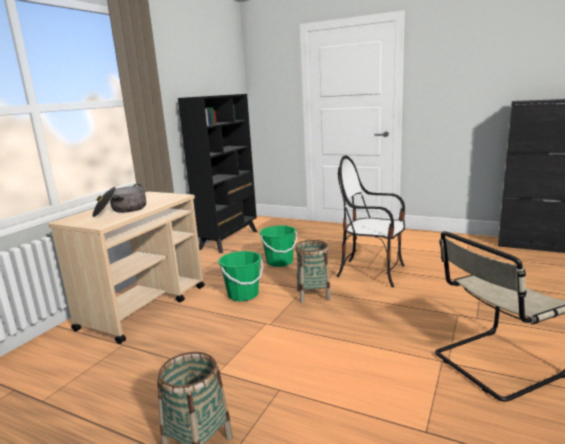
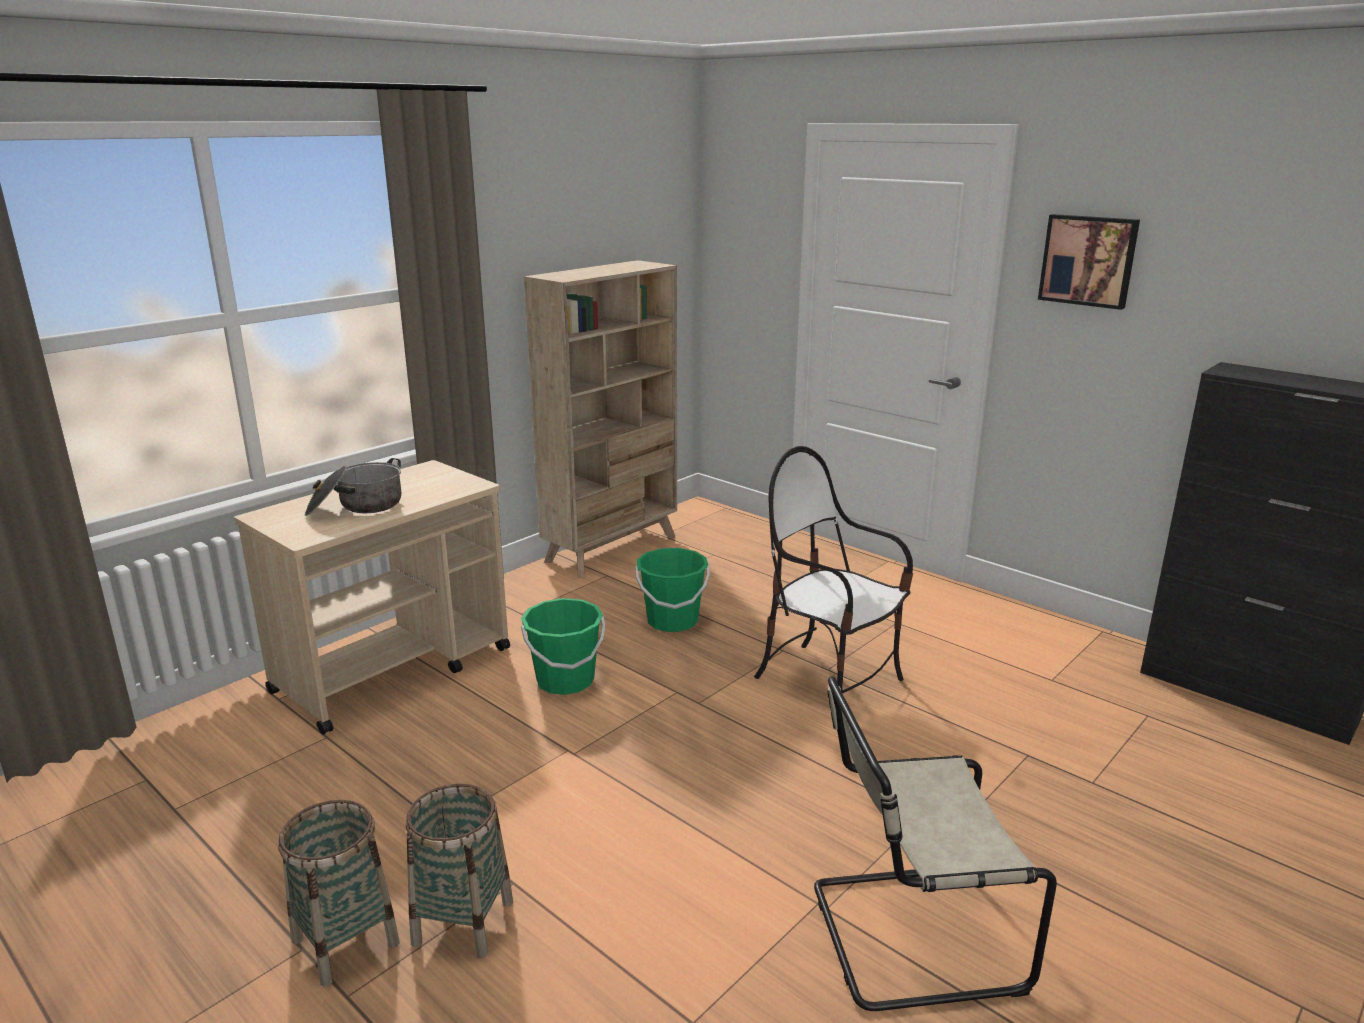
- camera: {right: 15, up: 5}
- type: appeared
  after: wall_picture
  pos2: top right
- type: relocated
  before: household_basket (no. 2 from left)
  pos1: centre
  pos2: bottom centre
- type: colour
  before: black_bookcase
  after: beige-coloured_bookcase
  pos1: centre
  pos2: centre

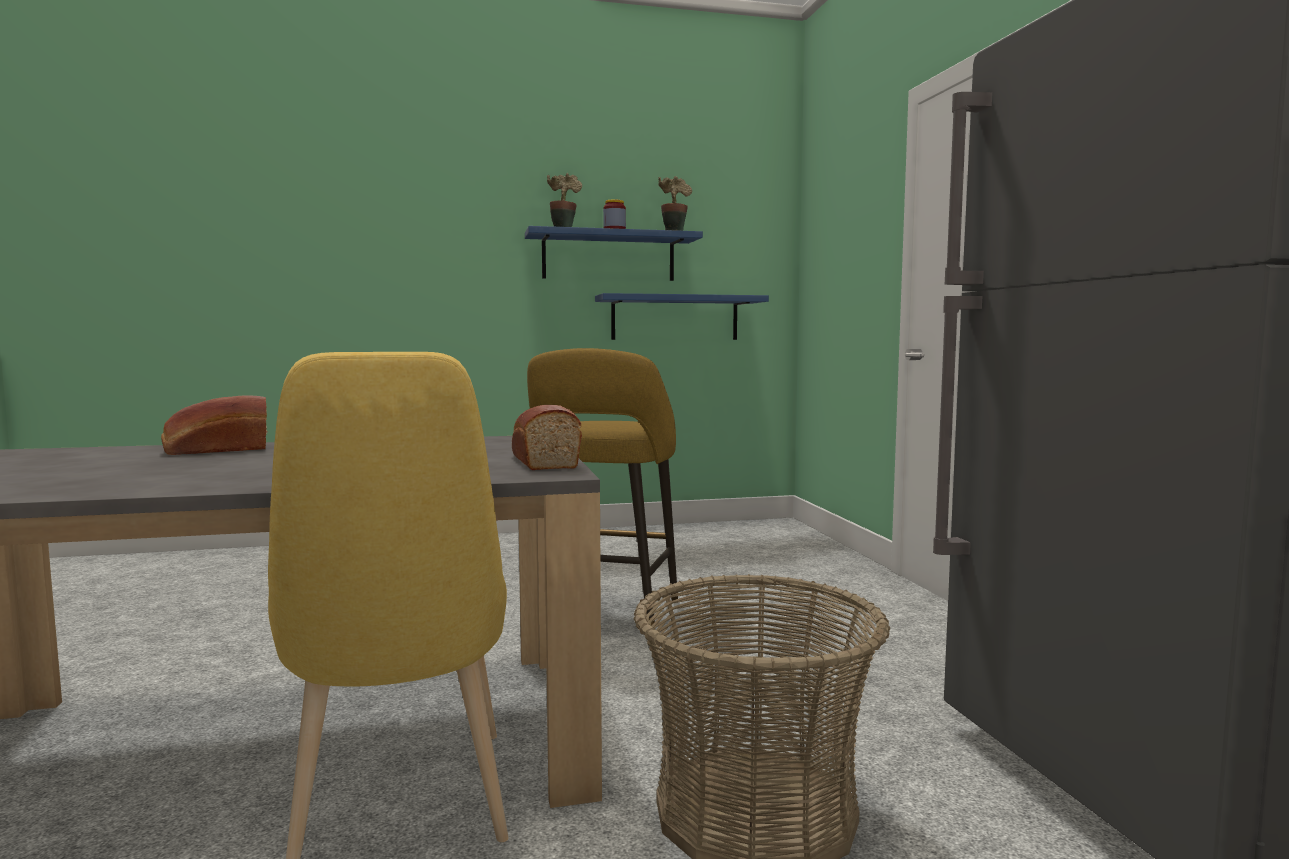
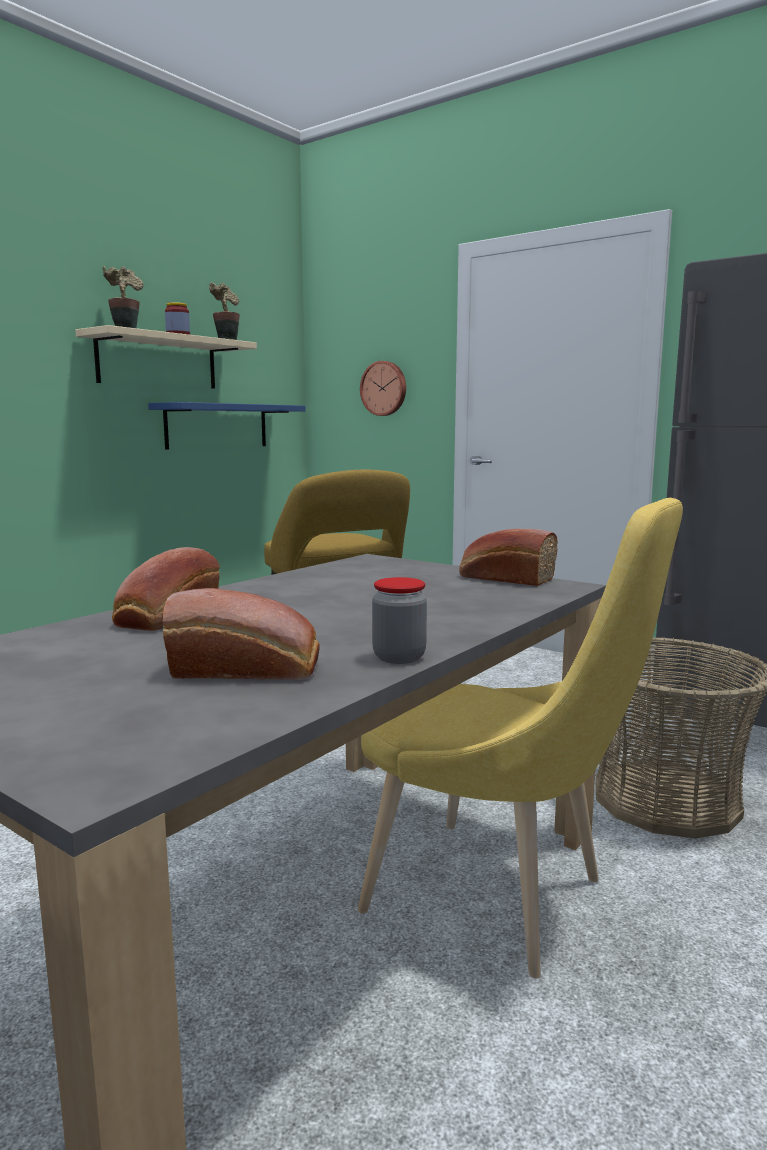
- camera: {right: -40, up: 5}
- type: appeared
  after: baked_bread (no. 2 from left)
  pos2: middle left
- type: appeared
  after: hanging_clock
  pos2: centre
- type: appeared
  after: jar (no. 2 from left)
  pos2: centre
- type: colour
  before: blue-coloured_bracket_shelf (no. 1 from left)
  after: beige-coloured_bracket_shelf
  pos1: top centre
  pos2: top left

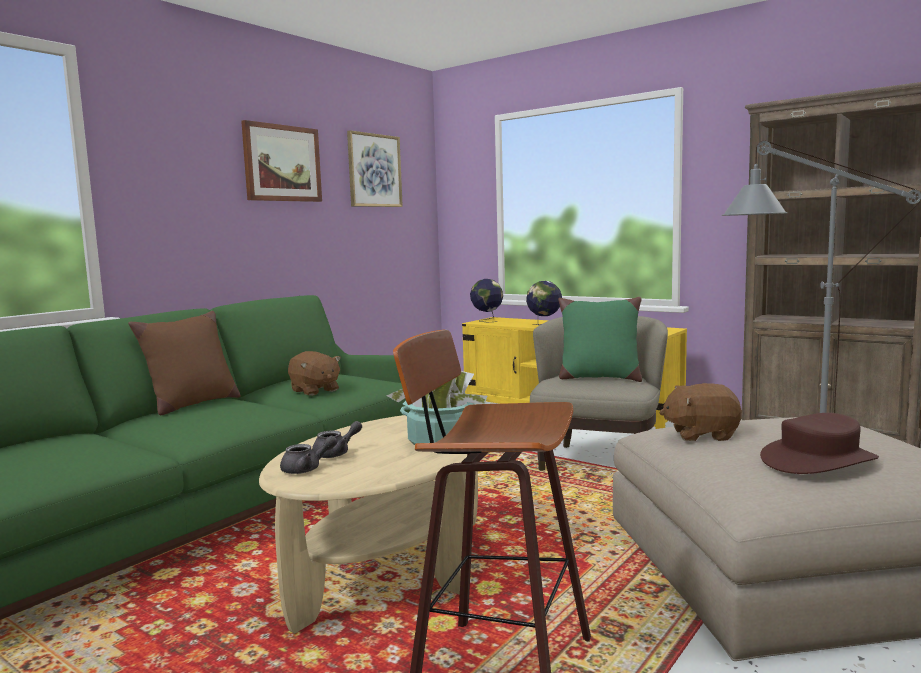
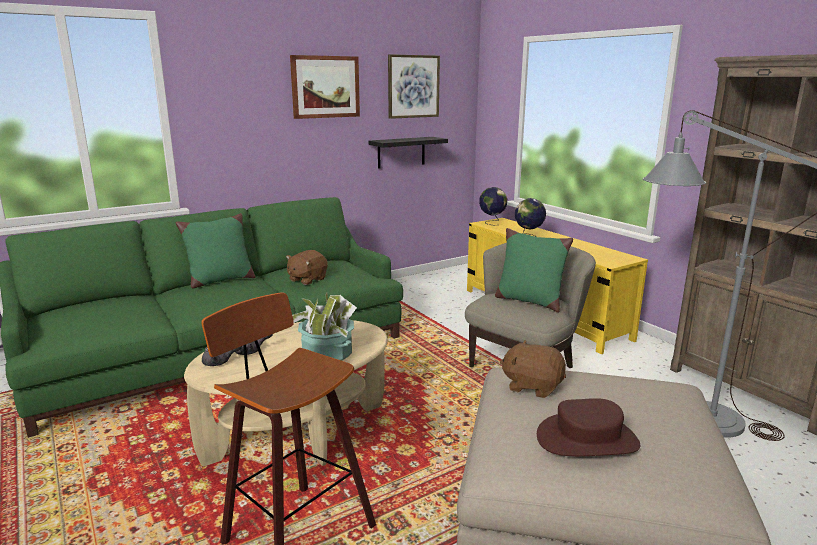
- camera: {right: 20, up: 10}
- type: appeared
  after: black_bracket_shelf
  pos2: top centre
- type: colour
  before: brown_throw_pillow
  after: green-coloured_throw_pillow (no. 1 from left)
  pos1: middle left
  pos2: middle left
- type: spun
  before: brown_cuddly_toy (no. 1 from left)
  pos1: centre
  pos2: centre
  turn: 60

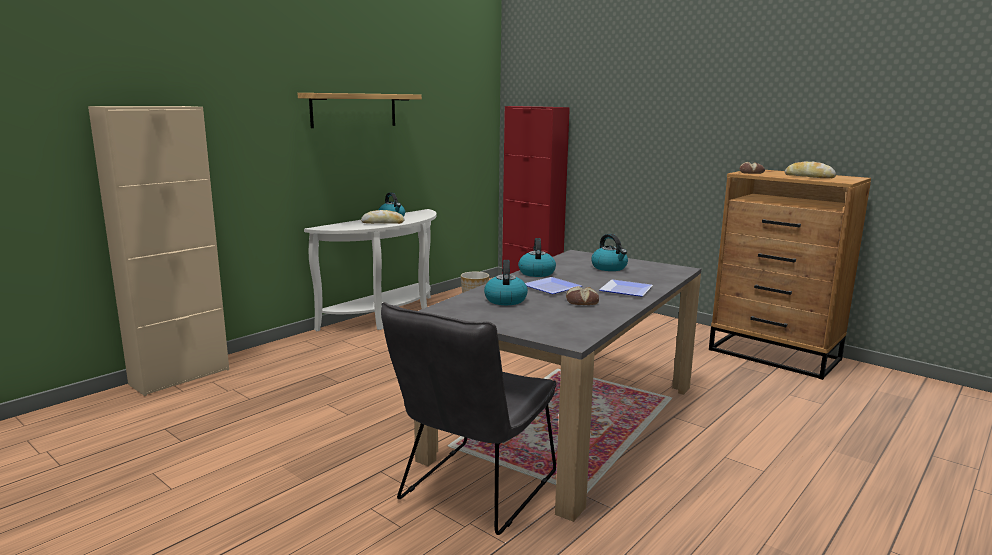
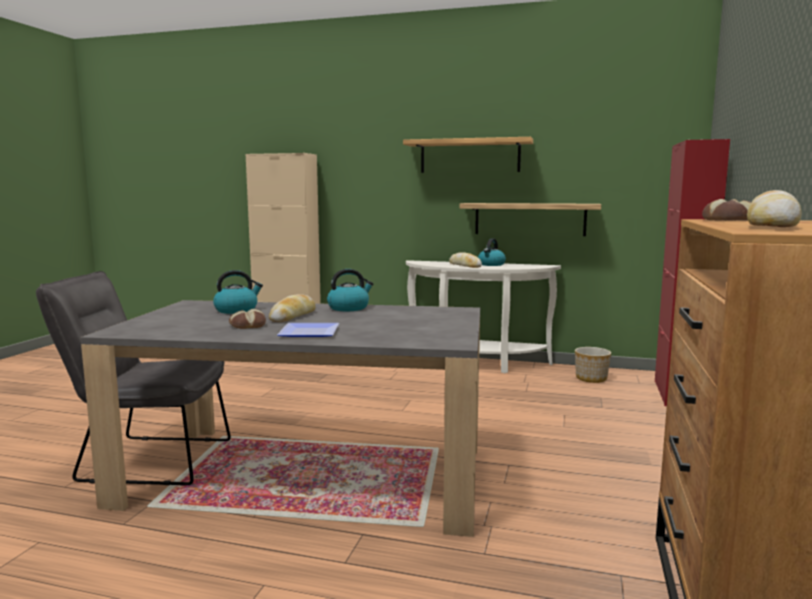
- camera: {right: 65, up: -5}
- type: missing
  before: tea_kettle (no. 4 from left)
  pos1: centre
- type: appeared
  after: bracket_shelf (no. 2 from left)
  pos2: centre
- type: exchanged
  before: dinner_plate (no. 1 from left)
  after: baked_bread (no. 2 from left)
  pos1: centre
  pos2: centre

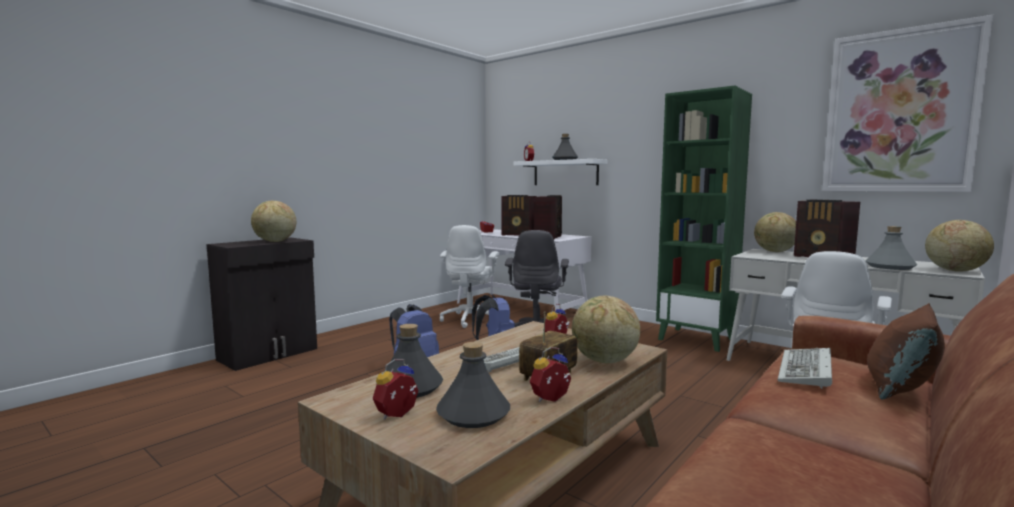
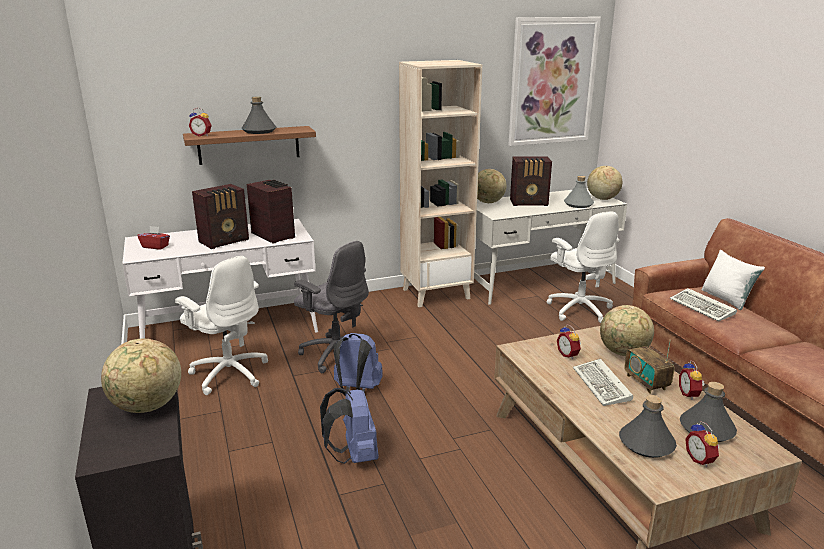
- camera: {right: -60, up: 15}
- type: colour
  before: white_bracket_shelf
  after: brown_bracket_shelf
  pos1: centre
  pos2: top left
- type: colour
  before: green-coloured_bookcase
  after: beige-coloured_bookcase
  pos1: middle right
  pos2: centre
- type: colour
  before: brown_throw_pillow
  after: white_throw_pillow
  pos1: bottom right
  pos2: middle right

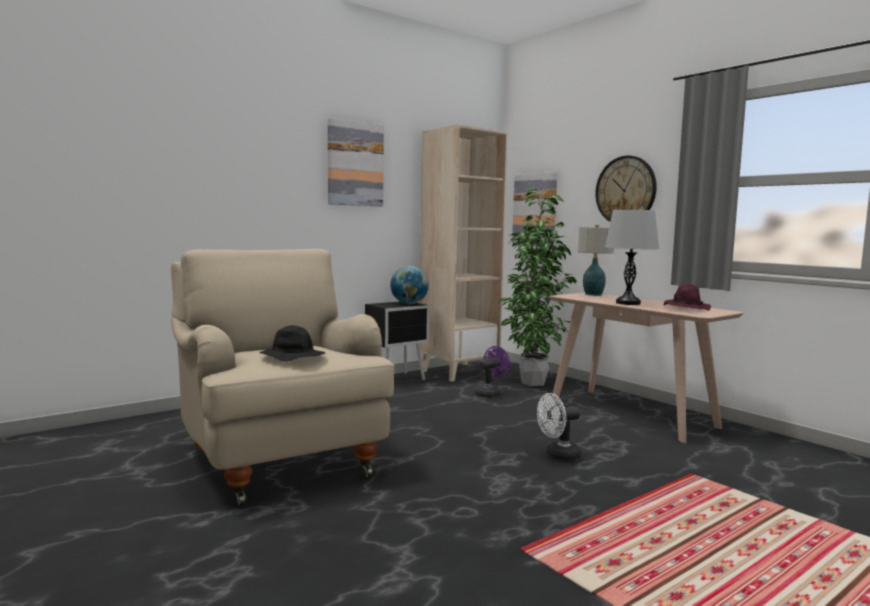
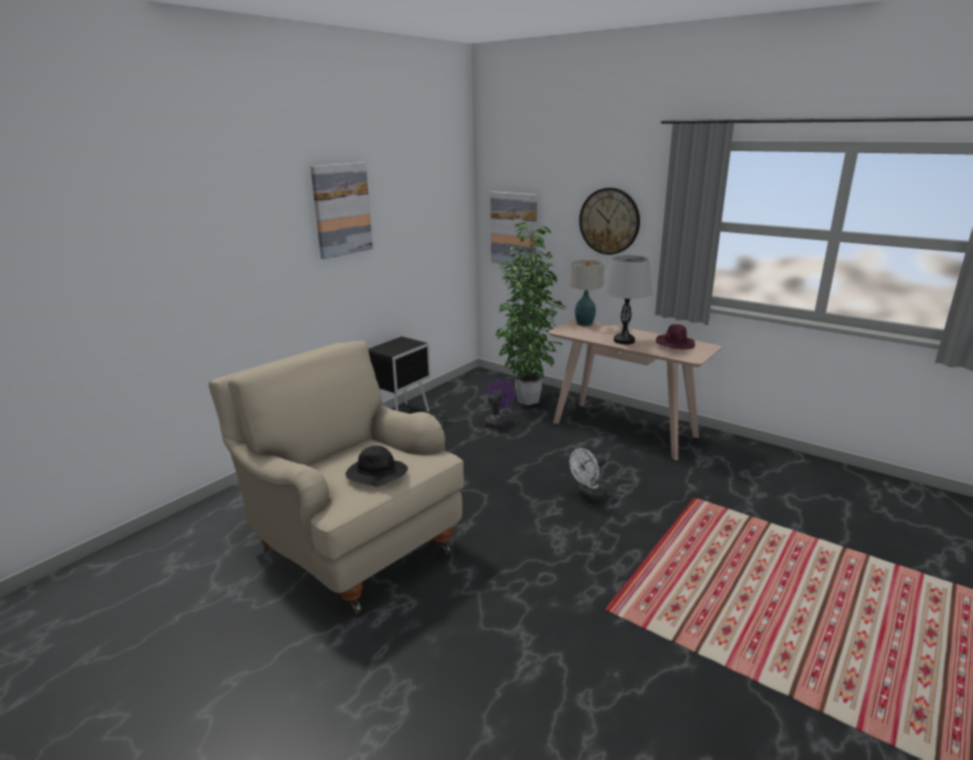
- camera: {right: -15, up: 15}
- type: missing
  before: desk_globe
  pos1: centre
- type: missing
  before: beige-coloured_bookcase
  pos1: centre

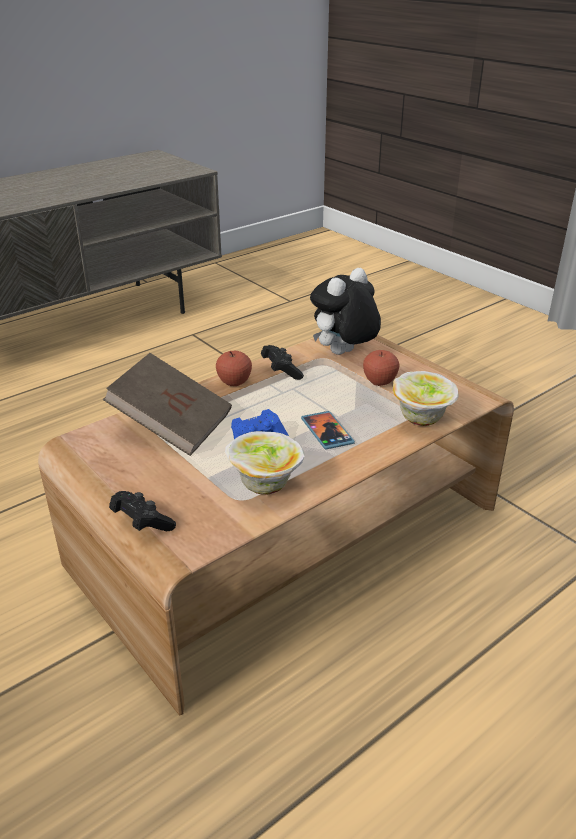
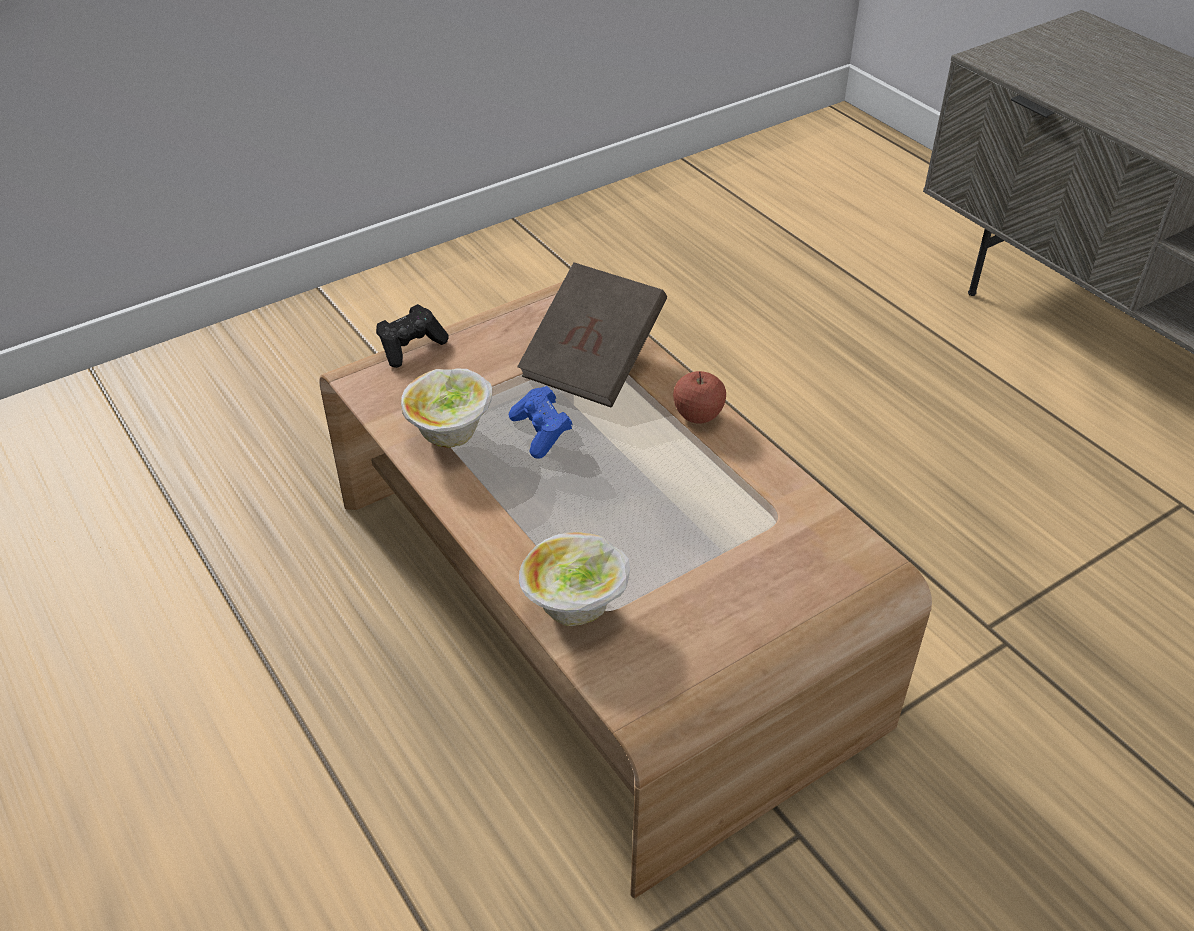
- camera: {right: 95, up: 10}
- type: missing
  before: black_game_controller (no. 2 from left)
  pos1: centre
- type: missing
  before: telephone
  pos1: centre
- type: missing
  before: cuddly_toy
  pos1: centre
- type: missing
  before: apple (no. 2 from left)
  pos1: centre

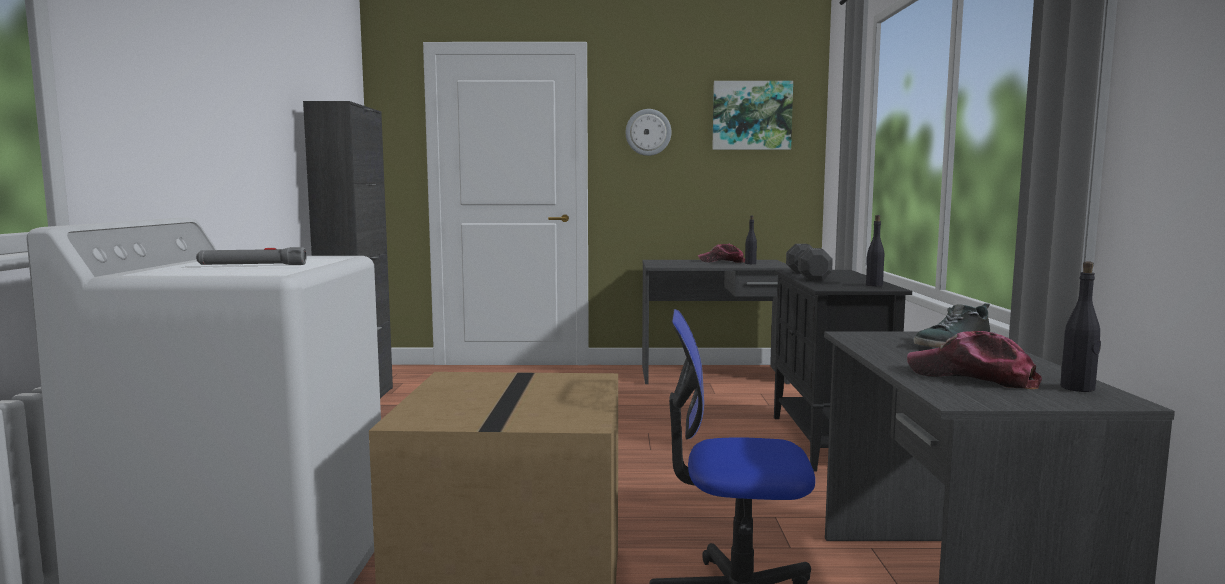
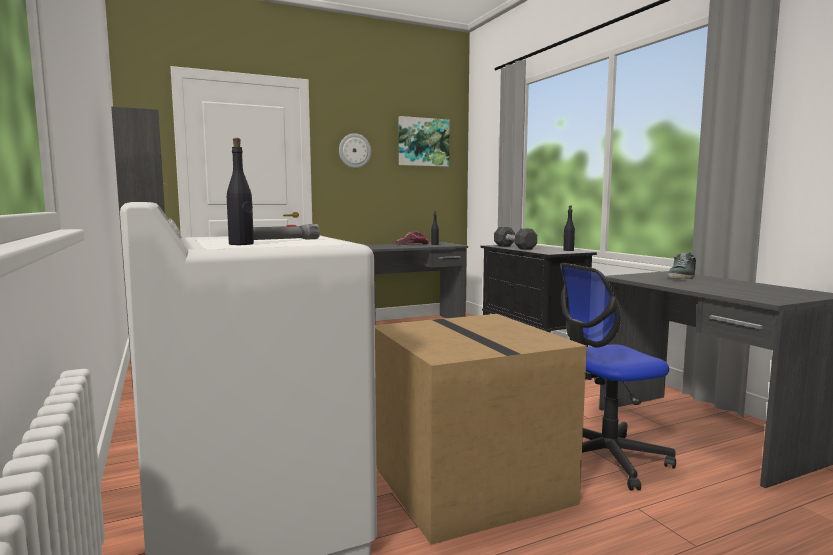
- camera: {right: -25, up: 0}
- type: missing
  before: cap (no. 2 from left)
  pos1: middle right
- type: relocated
  before: black_drink_bottle (no. 3 from left in the first image)
  after: black_drink_bottle (no. 1 from left)
  pos1: middle right
  pos2: middle left

